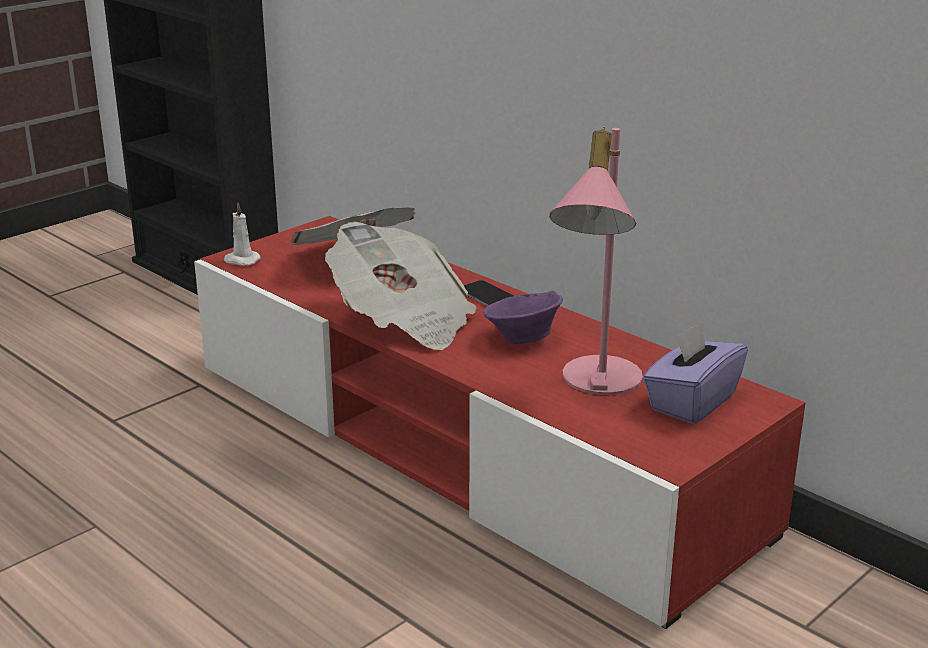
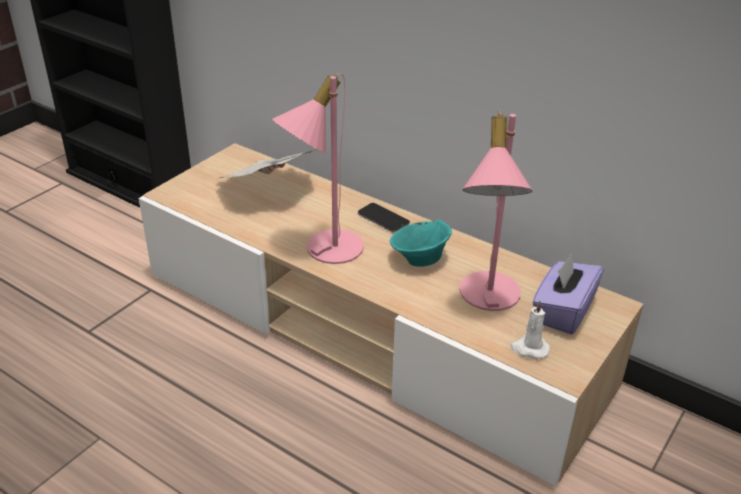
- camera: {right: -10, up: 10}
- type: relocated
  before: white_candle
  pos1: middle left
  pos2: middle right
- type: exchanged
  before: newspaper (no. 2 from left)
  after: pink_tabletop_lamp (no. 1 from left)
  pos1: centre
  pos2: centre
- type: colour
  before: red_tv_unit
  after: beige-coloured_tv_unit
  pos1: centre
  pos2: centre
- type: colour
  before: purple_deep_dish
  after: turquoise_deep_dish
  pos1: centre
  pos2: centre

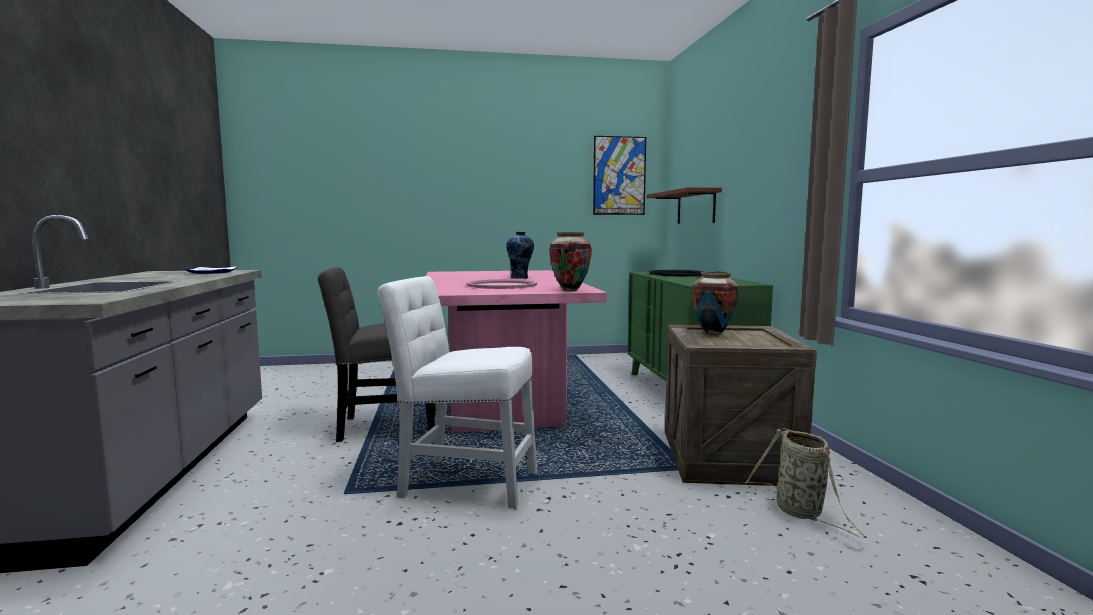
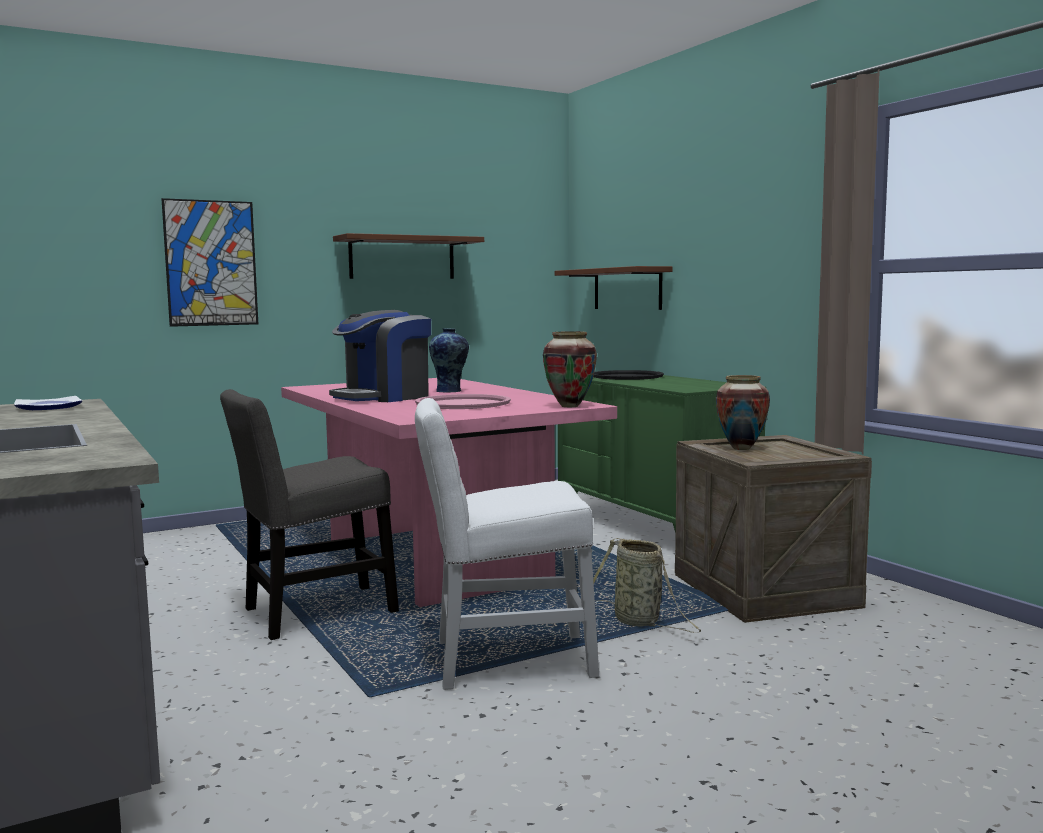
- camera: {right: -20, up: 0}
- type: appeared
  after: coffee_machine
  pos2: centre
- type: appeared
  after: brown_bracket_shelf (no. 1 from left)
  pos2: top centre
- type: relocated
  before: wall_picture
  pos1: top centre
  pos2: top left
- type: relocated
  before: household_basket
  pos1: bottom right
  pos2: bottom centre

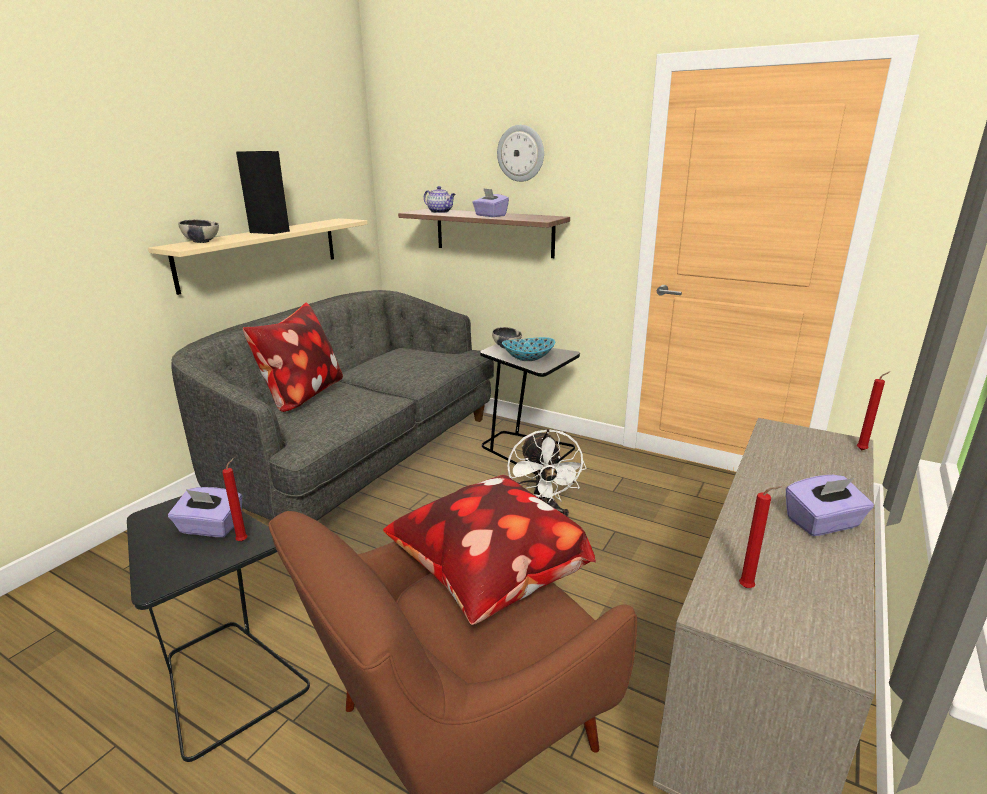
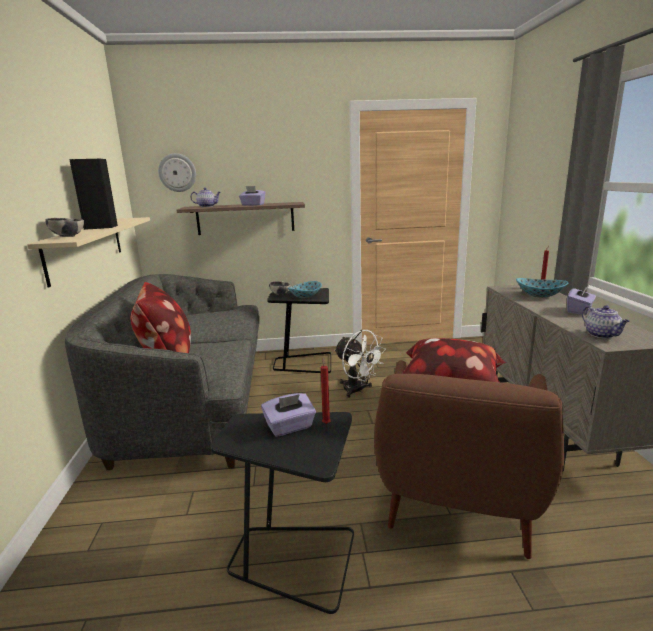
- camera: {right: -35, up: -5}
- type: appeared
  after: deep_dish (no. 4 from left)
  pos2: middle right
- type: relocated
  before: hanging_clock
  pos1: top centre
  pos2: top left
- type: exchanged
  before: red_candle (no. 2 from left)
  after: teapot (no. 2 from left)
  pos1: bottom right
  pos2: middle right

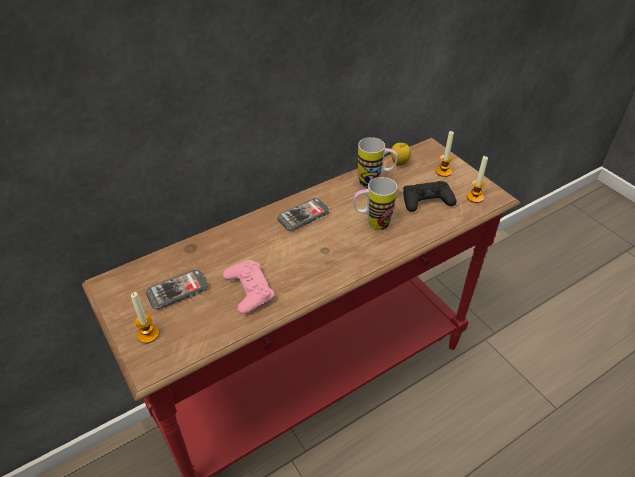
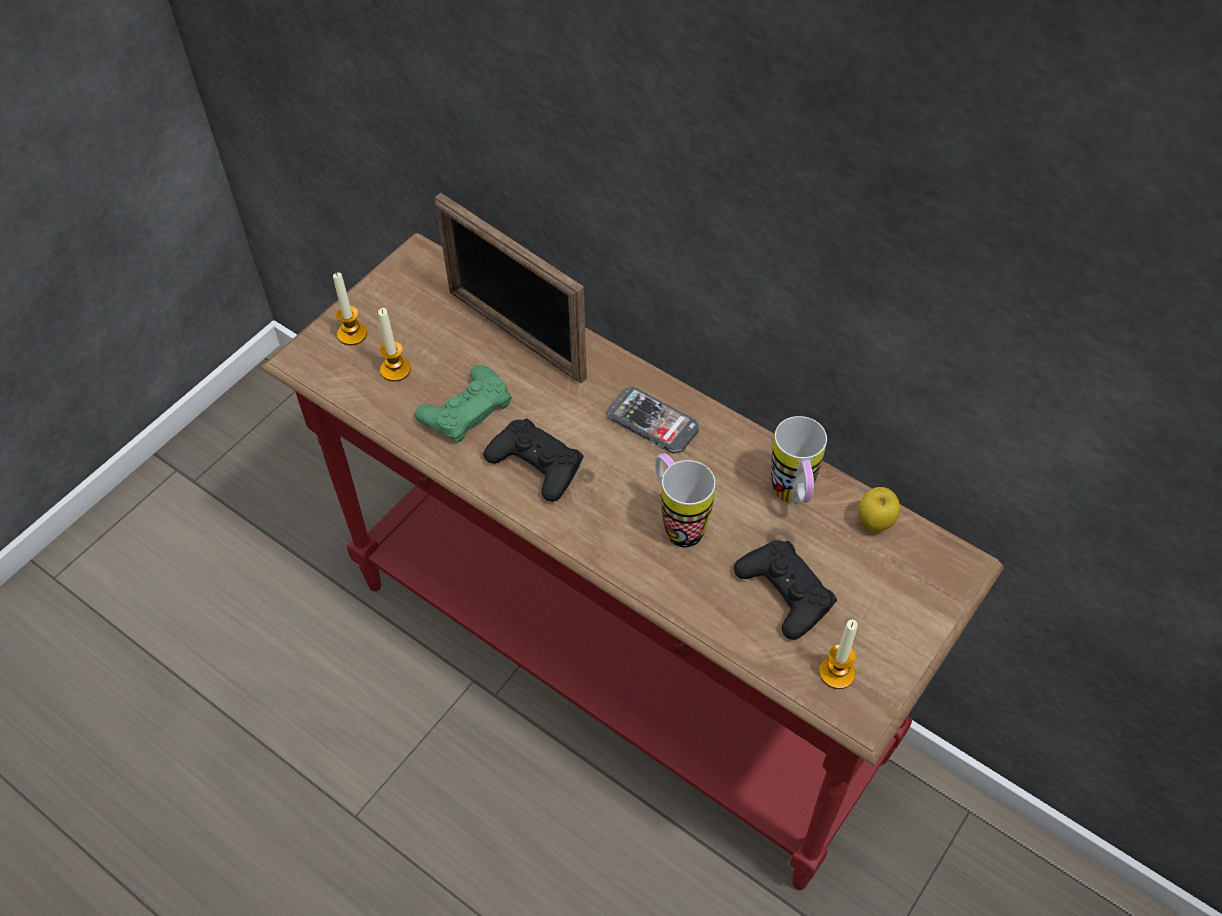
- camera: {right: 70, up: 10}
- type: missing
  before: telephone (no. 1 from left)
  pos1: middle left
- type: appeared
  after: photo_frame
  pos2: top centre
- type: appeared
  after: black_game_controller (no. 1 from left)
  pos2: centre
- type: relocated
  before: candle (no. 2 from left)
  pos1: top right
  pos2: middle left
- type: colour
  before: pink_game_controller
  after: green-coloured_game_controller
  pos1: centre
  pos2: centre

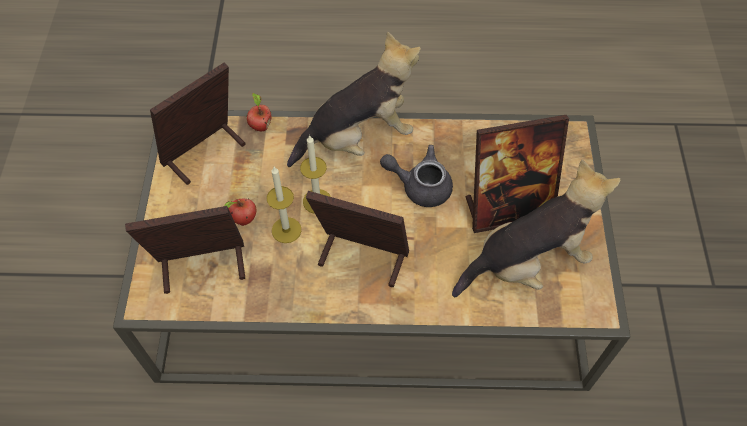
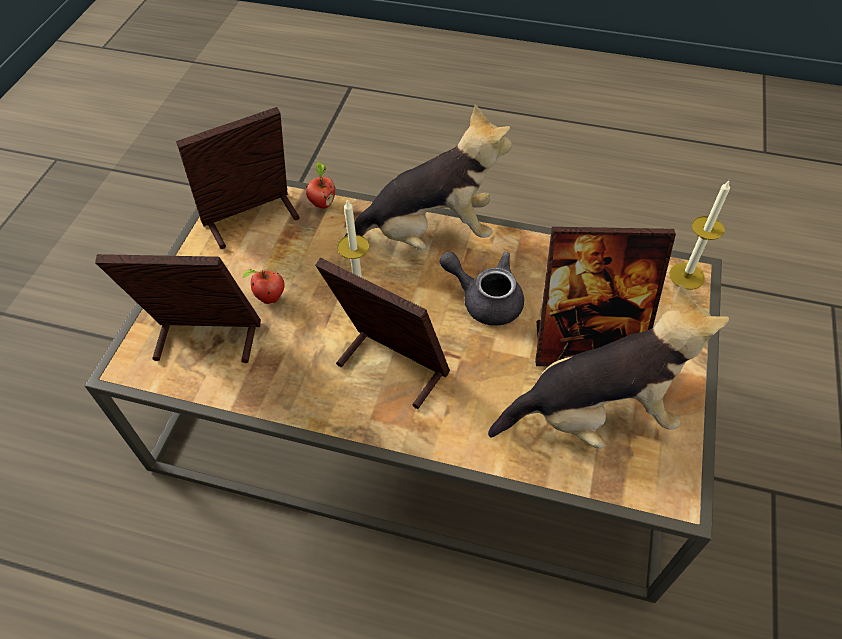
- camera: {right: 15, up: -5}
- type: relocated
  before: candle (no. 1 from left in the first image)
  after: candle (no. 2 from left)
  pos1: centre
  pos2: middle right

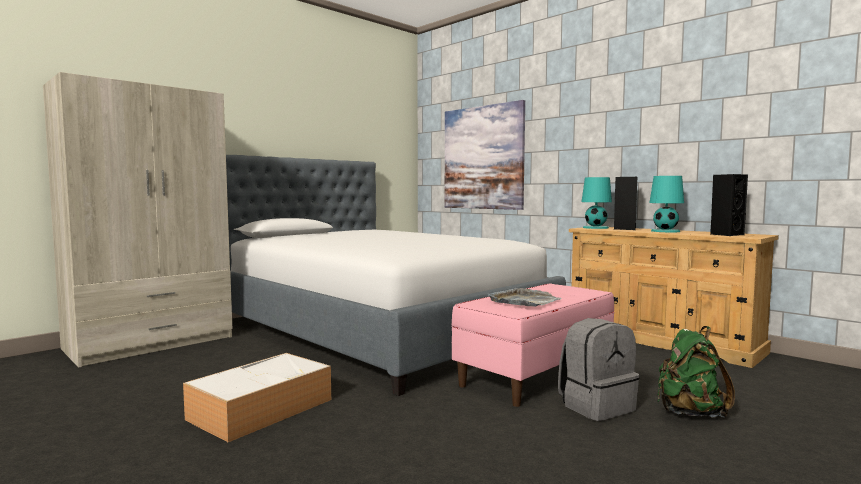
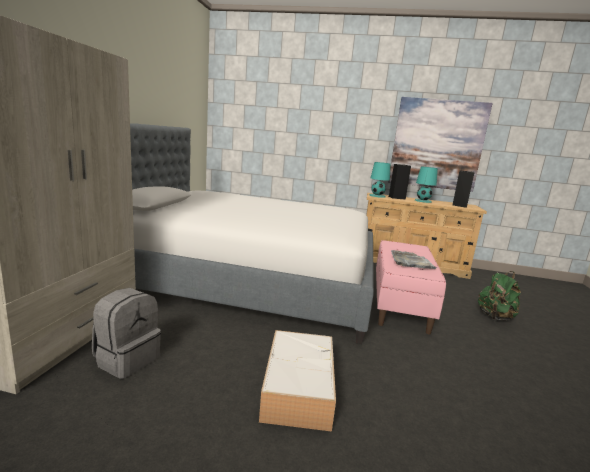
- camera: {right: -35, up: 10}
- type: relocated
  before: wall_picture
  pos1: top centre
  pos2: top right
- type: relocated
  before: gray_backpack
  pos1: bottom right
  pos2: bottom left

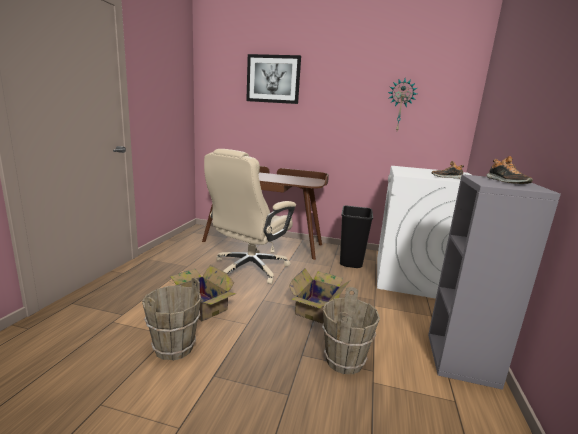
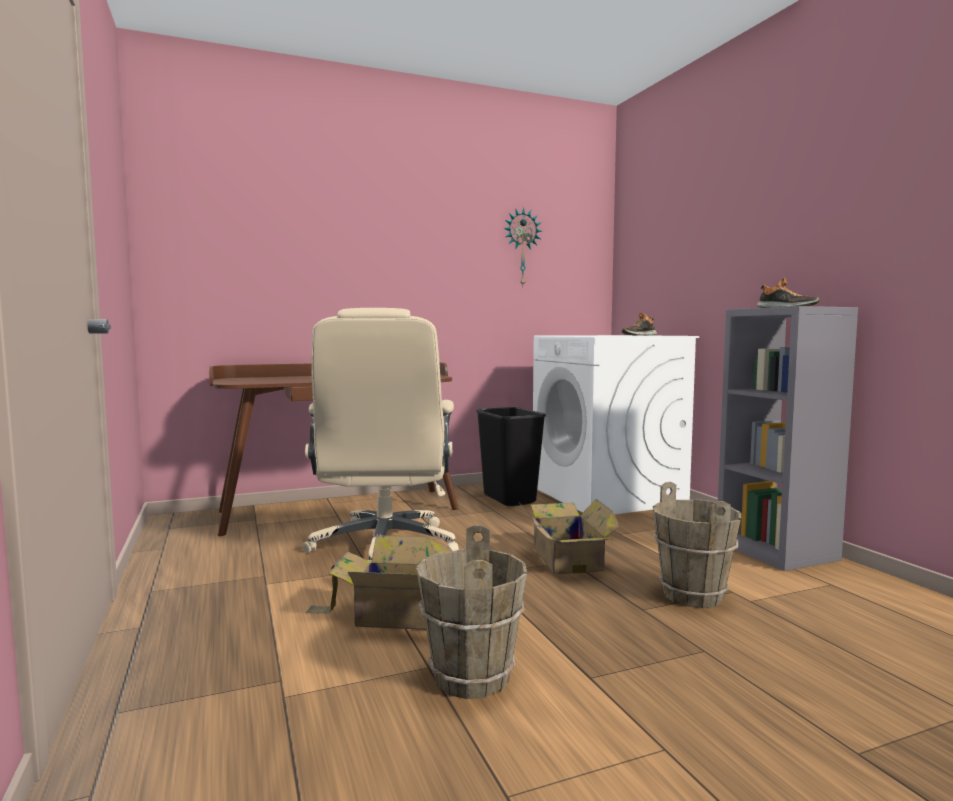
- camera: {right: -35, up: -10}
- type: missing
  before: wall_picture
  pos1: top centre

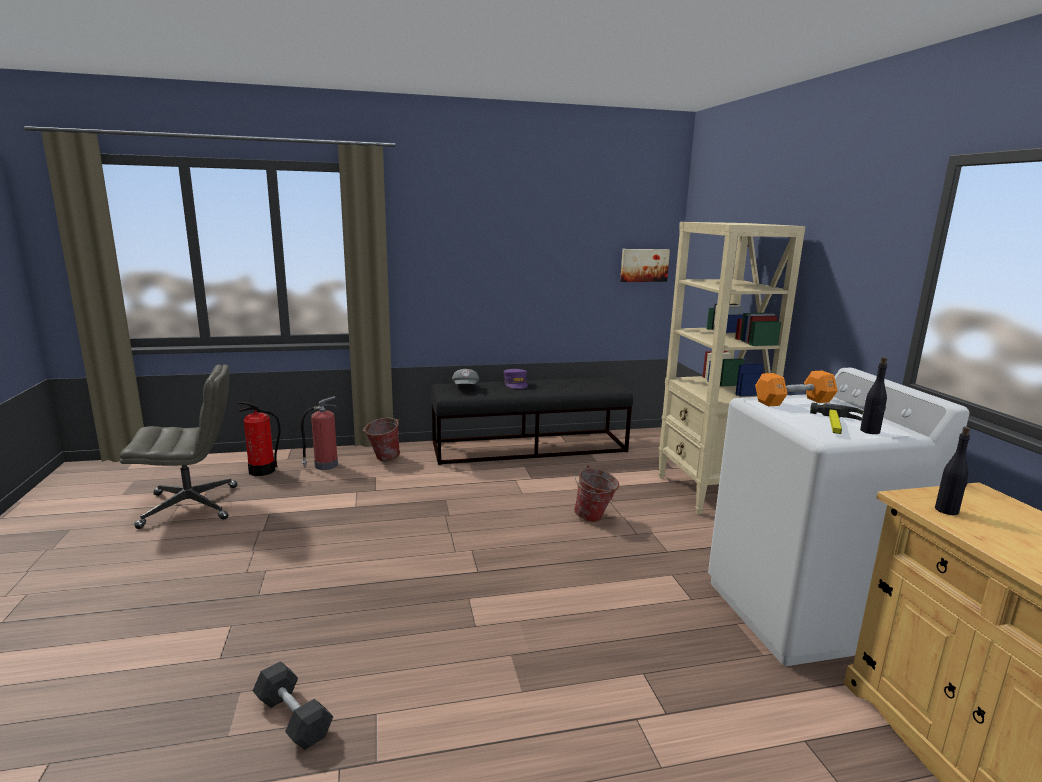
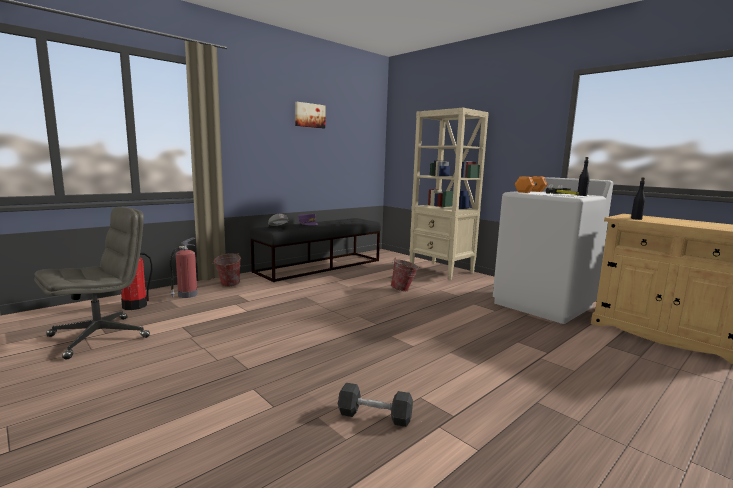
- camera: {right: -30, up: -5}
- type: relocated
  before: wall_picture
  pos1: centre
  pos2: top centre

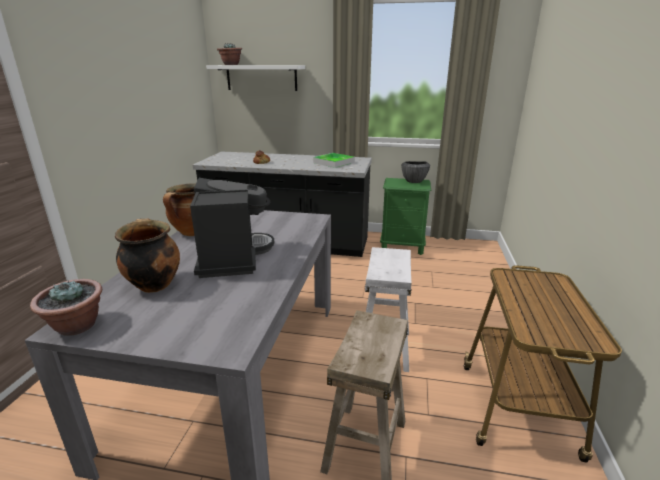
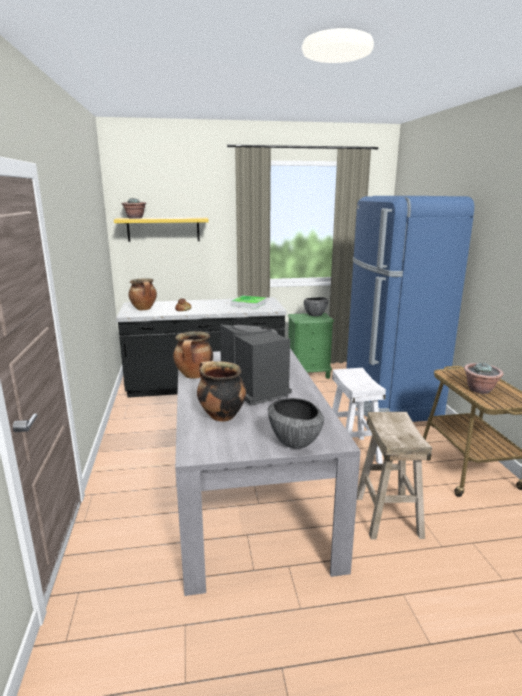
- camera: {right: -20, up: -5}
- type: appeared
  after: saucepot (no. 1 from left)
  pos2: middle left
- type: appeared
  after: deep_dish (no. 1 from left)
  pos2: centre
- type: appeared
  after: blue-coloured_kitchen_fridge
  pos2: middle right
- type: relocated
  before: potted_plant (no. 1 from left in the first image)
  after: potted_plant (no. 2 from left)
  pos1: middle left
  pos2: middle right
- type: colour
  before: white_bracket_shelf
  after: yellowish_bracket_shelf
  pos1: top centre
  pos2: top left

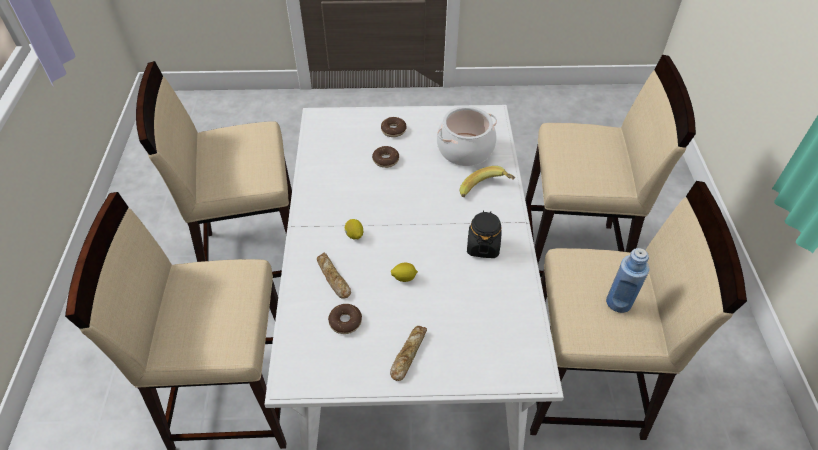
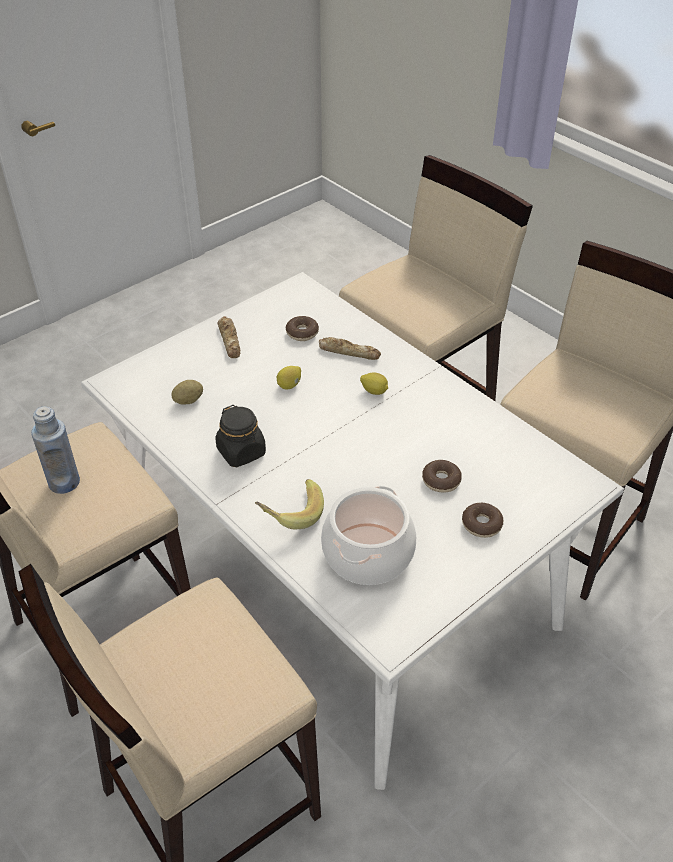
- camera: {right: 140, up: -5}
- type: appeared
  after: spud
  pos2: middle left

